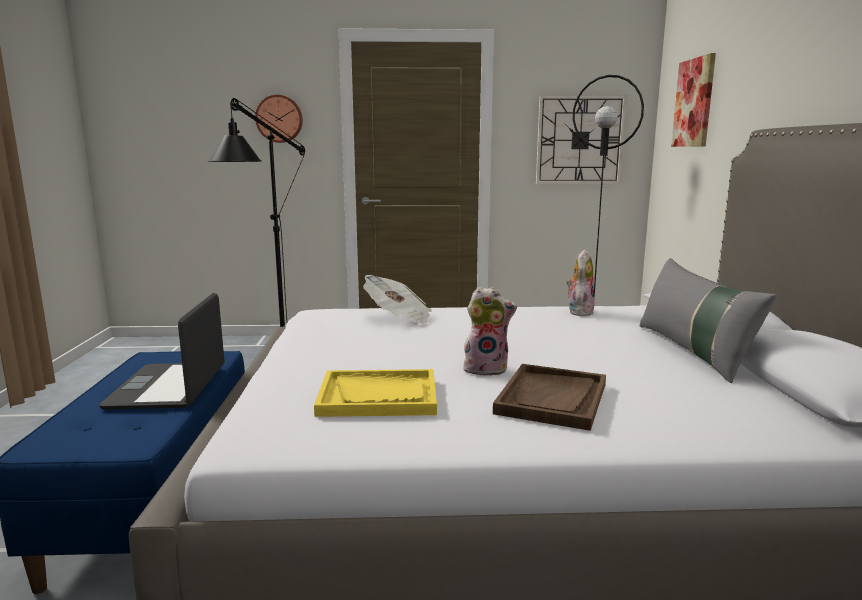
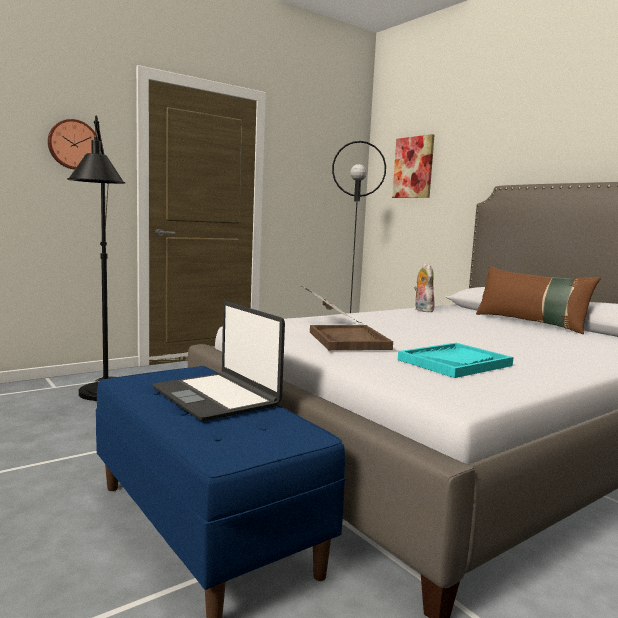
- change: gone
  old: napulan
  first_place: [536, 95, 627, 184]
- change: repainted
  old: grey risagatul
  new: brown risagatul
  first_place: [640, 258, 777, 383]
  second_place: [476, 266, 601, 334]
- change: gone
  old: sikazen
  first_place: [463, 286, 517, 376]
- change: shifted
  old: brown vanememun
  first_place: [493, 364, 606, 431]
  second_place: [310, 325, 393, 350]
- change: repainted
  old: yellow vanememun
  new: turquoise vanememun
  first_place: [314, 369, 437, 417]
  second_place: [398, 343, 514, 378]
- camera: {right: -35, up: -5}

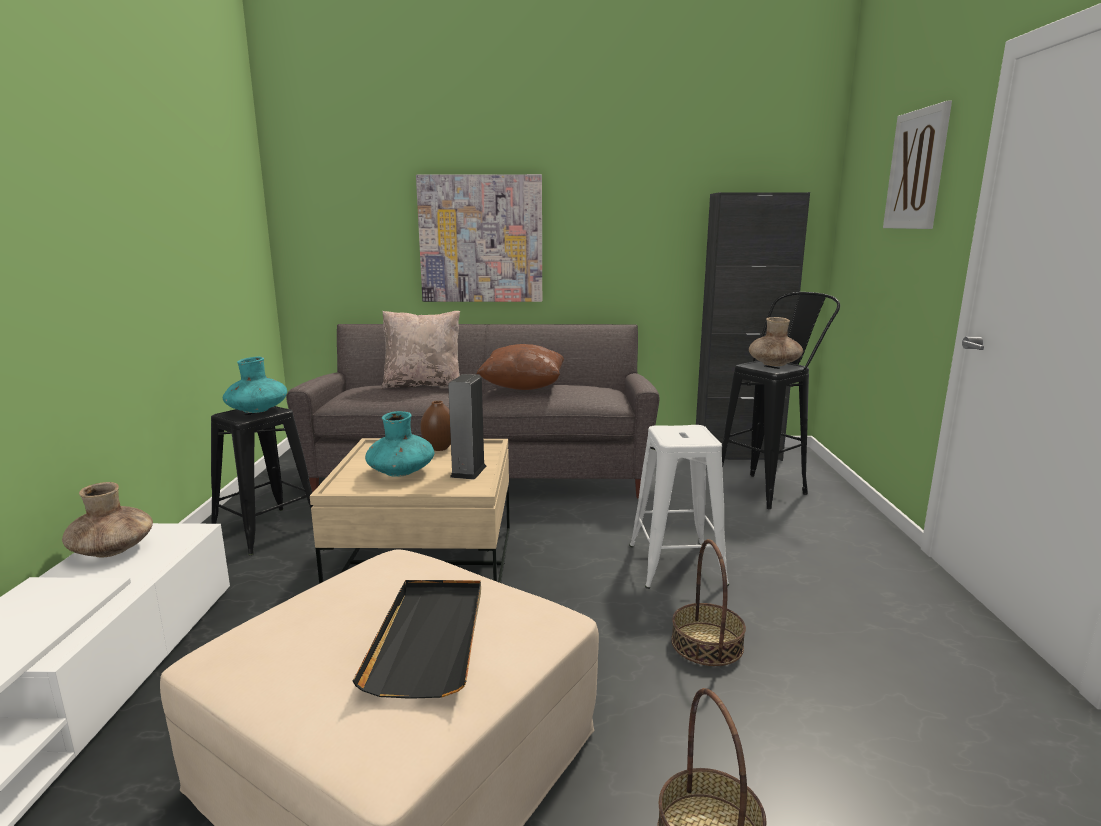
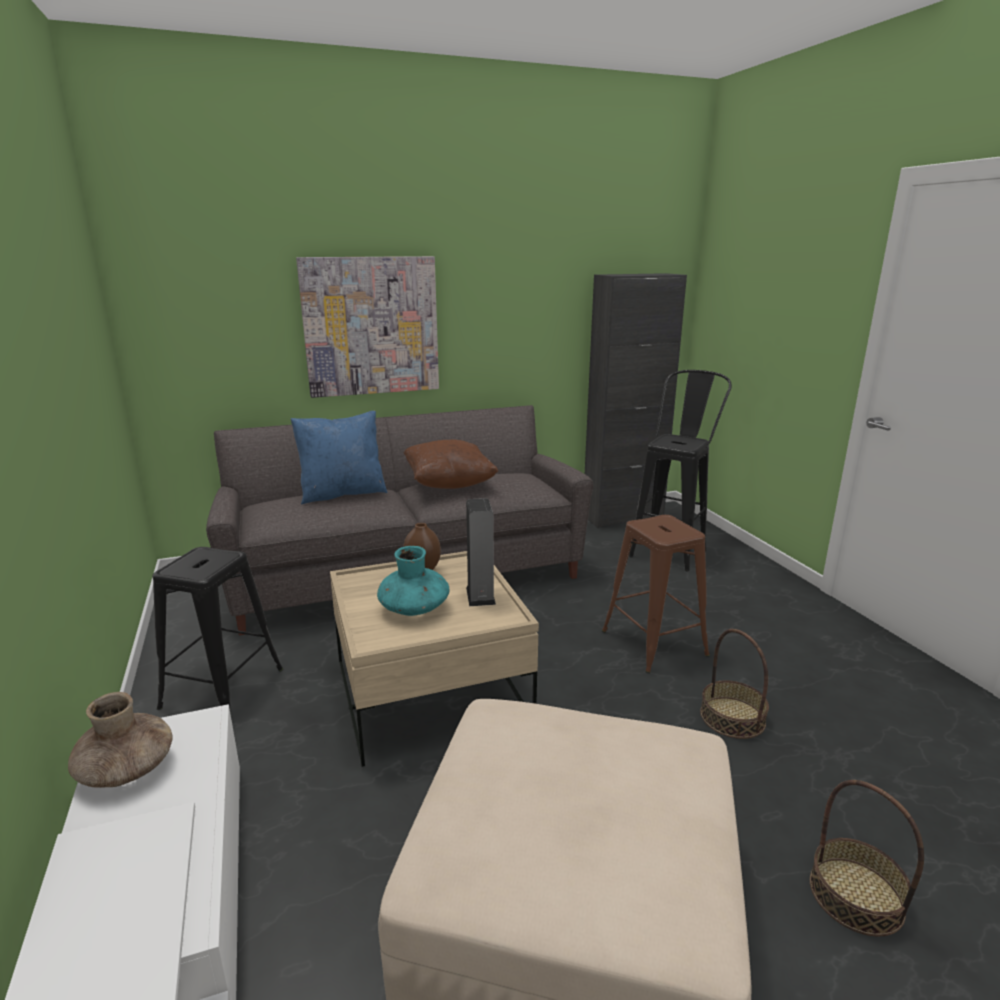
- change: gone
  old: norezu
  first_place: [883, 100, 952, 229]
- change: repainted
  old: beige risagatul
  new: blue risagatul
  first_place: [381, 311, 460, 389]
  second_place: [291, 411, 388, 504]
- change: gone
  old: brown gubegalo
  first_place: [749, 317, 803, 366]
- change: gone
  old: turquoise gubegalo
  first_place: [223, 357, 287, 413]
- change: repainted
  old: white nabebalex
  new: brown nabebalex
  first_place: [629, 425, 729, 589]
  second_place: [602, 515, 710, 674]
- change: gone
  old: black vanememun
  first_place: [353, 580, 481, 699]
- camera: {right: -20, up: 5}

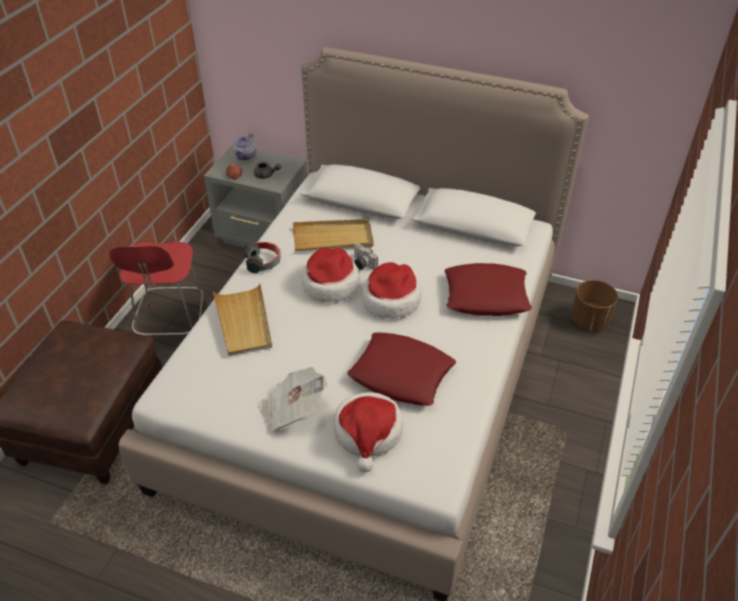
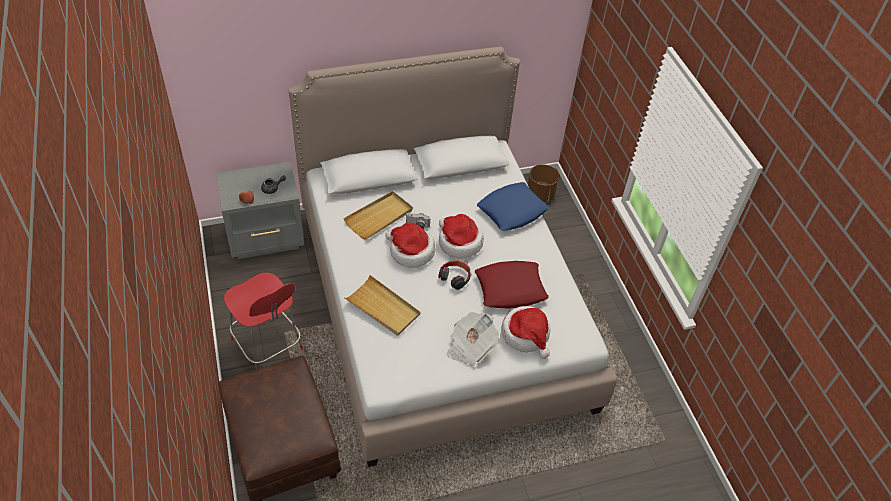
- change: gone
  old: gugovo
  first_place: [233, 133, 256, 160]
- change: shifted
  old: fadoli
  first_place: [243, 242, 281, 273]
  second_place: [438, 260, 471, 290]
- change: repainted
  old: red risagatul
  new: blue risagatul
  first_place: [444, 263, 532, 316]
  second_place: [477, 182, 549, 231]
- camera: {right: -40, up: 5}

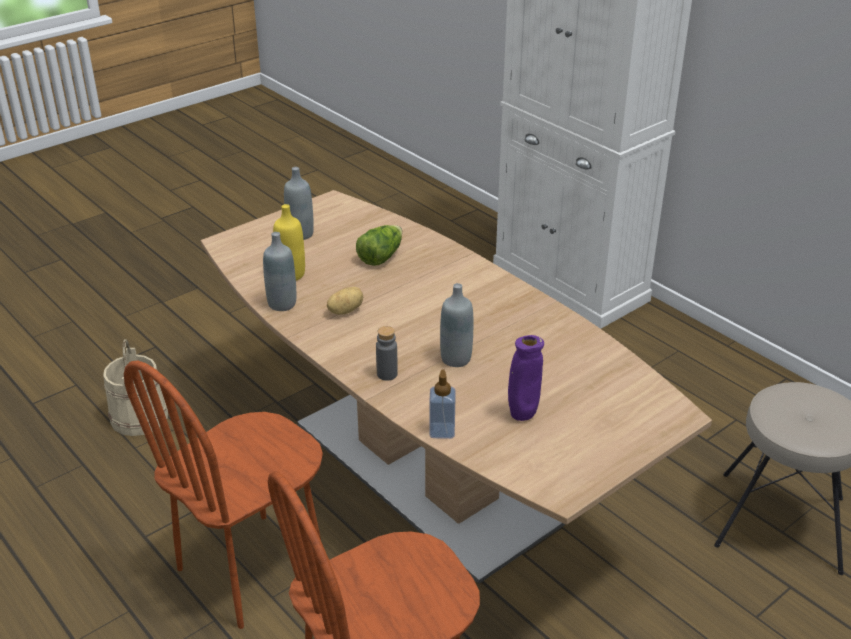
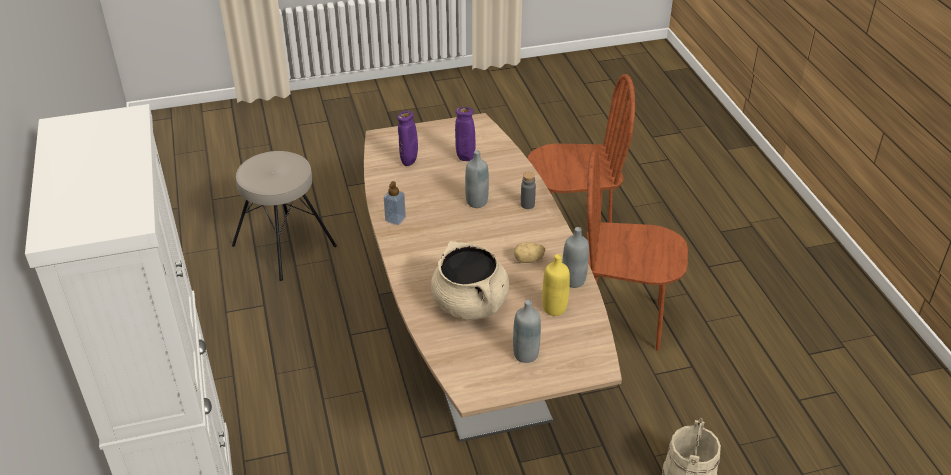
- change: swapped
  old: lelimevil
  new: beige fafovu
  first_place: [356, 225, 402, 266]
  second_place: [431, 241, 509, 320]
- change: rotated
  old: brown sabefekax
  first_place: [124, 361, 323, 629]
  second_place: [587, 149, 688, 351]
  degrees: -150
- change: shifted
  old: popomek
  first_place: [429, 369, 456, 439]
  second_place: [384, 181, 406, 225]
- change: new
  new: purple gubegalo
  second_place: [397, 111, 418, 166]
- camera: {right: -155, up: 5}

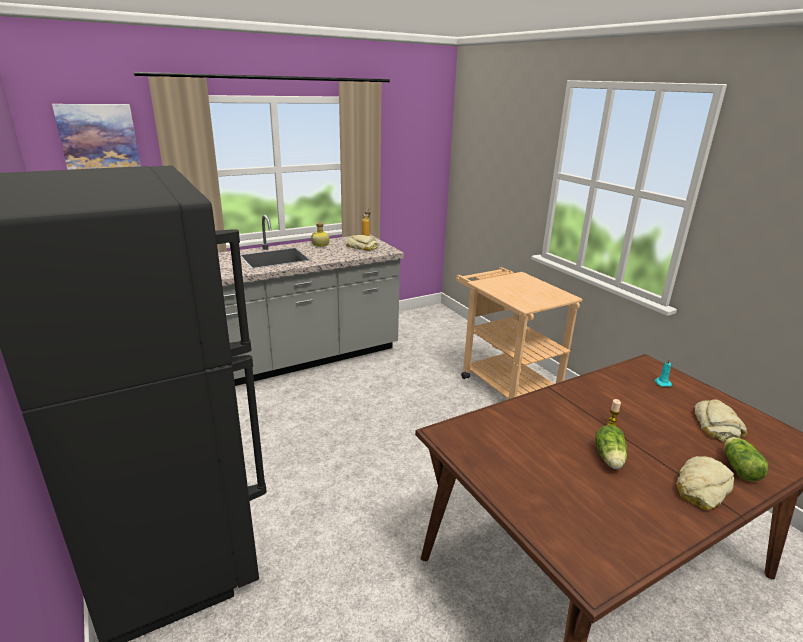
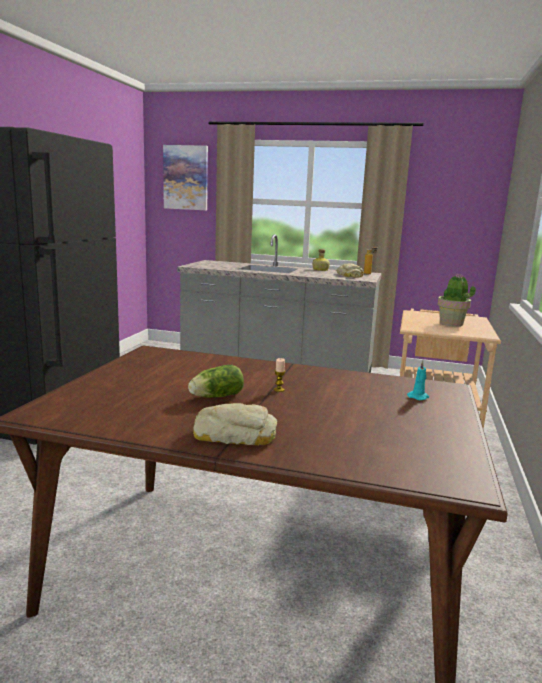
- change: gone
  old: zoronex
  first_place: [695, 399, 747, 442]
- change: gone
  old: lelimevil
  first_place: [724, 437, 769, 482]
- change: new
  new: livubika
  second_place: [438, 273, 476, 326]
- camera: {right: 45, up: -10}

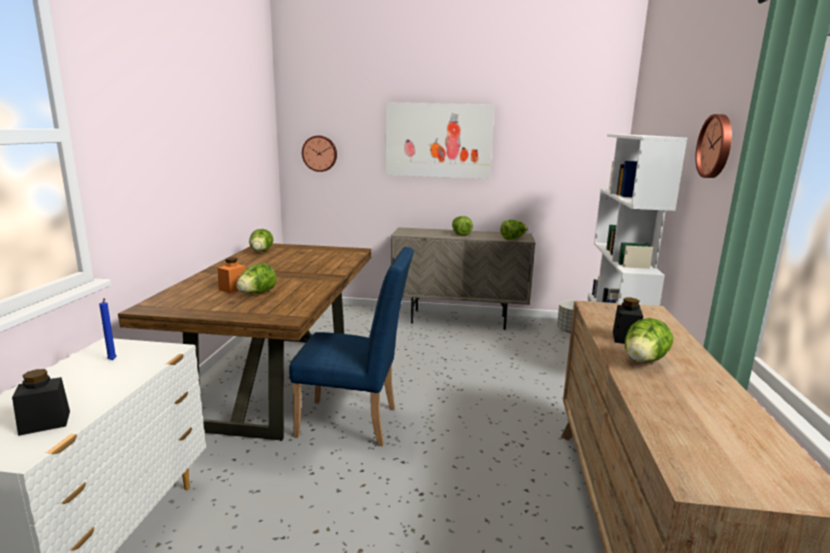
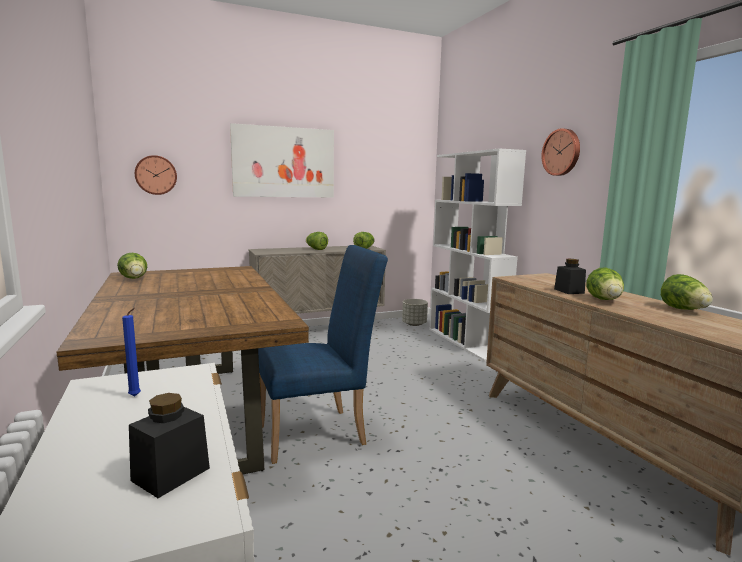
- change: gone
  old: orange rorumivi
  first_place: [218, 257, 246, 293]
- change: shifted
  old: lelimevil
  first_place: [236, 263, 277, 294]
  second_place: [661, 274, 713, 310]
- camera: {right: -30, up: -5}

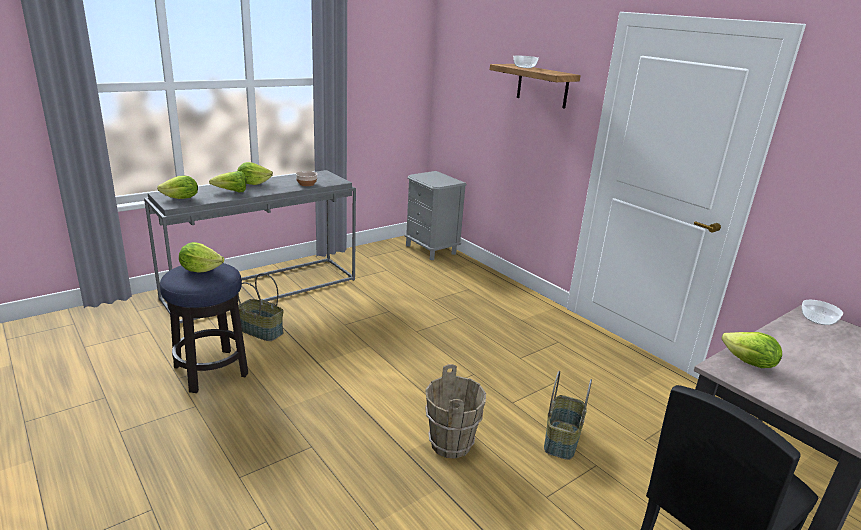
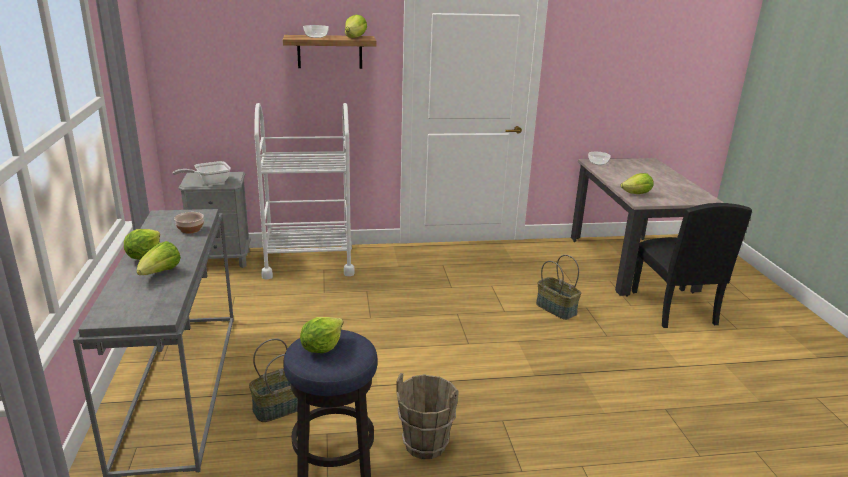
- change: shifted
  old: lelimevil
  first_place: [157, 175, 198, 199]
  second_place: [345, 15, 367, 38]
- change: shifted
  old: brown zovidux
  first_place: [425, 364, 486, 459]
  second_place: [396, 373, 459, 459]
- change: new
  new: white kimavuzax
  second_place: [254, 103, 355, 279]
- change: new
  new: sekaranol
  second_place: [172, 161, 231, 185]
- camera: {right: -60, up: 0}

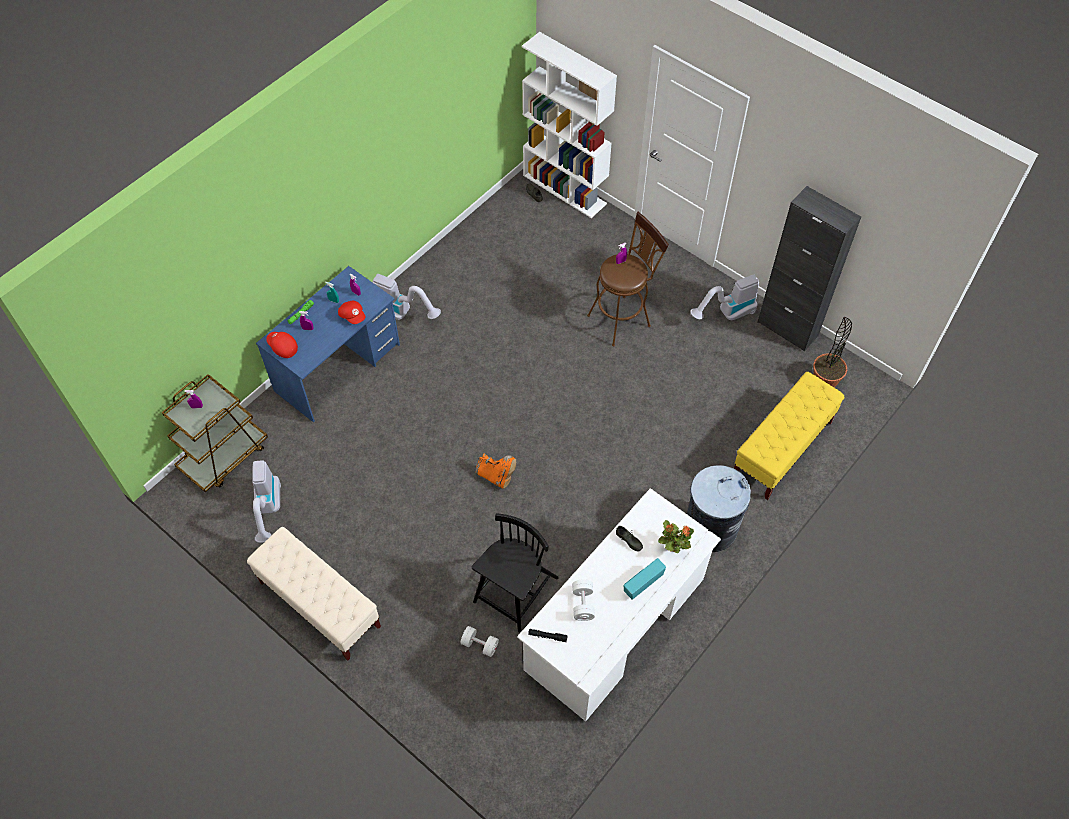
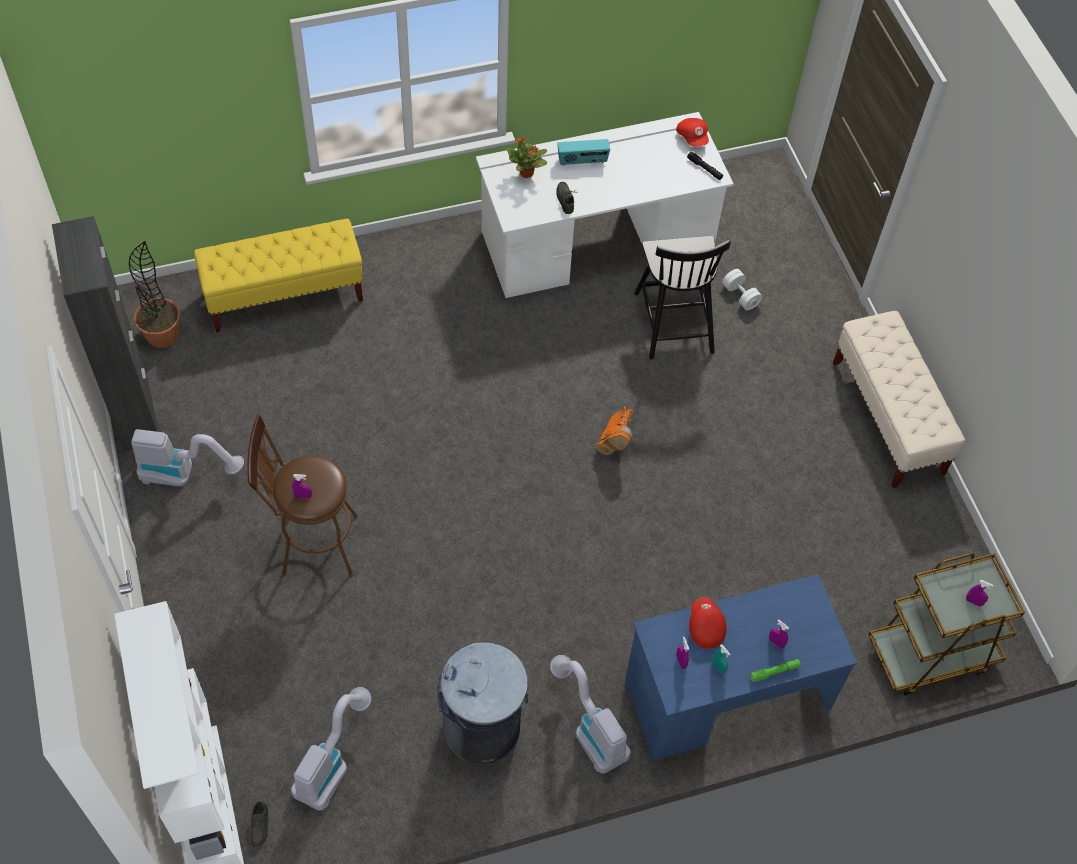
- change: shifted
  old: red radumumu
  first_place: [266, 332, 298, 358]
  second_place: [676, 118, 709, 146]
- change: rotated
  old: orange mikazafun
  first_place: [476, 453, 516, 489]
  second_place: [596, 406, 634, 455]
  degrees: -135
- change: shifted
  old: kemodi
  first_place: [252, 460, 281, 543]
  second_place: [291, 687, 371, 811]
- change: shifted
  old: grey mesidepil
  first_place: [687, 465, 751, 552]
  second_place: [437, 643, 528, 764]
- change: rotated
  old: black sabefekax
  first_place: [472, 513, 559, 633]
  second_place: [634, 236, 731, 360]
  degrees: -75
- change: gone
  old: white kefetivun
  first_place: [572, 579, 595, 621]
- camera: {right: -150, up: 0}

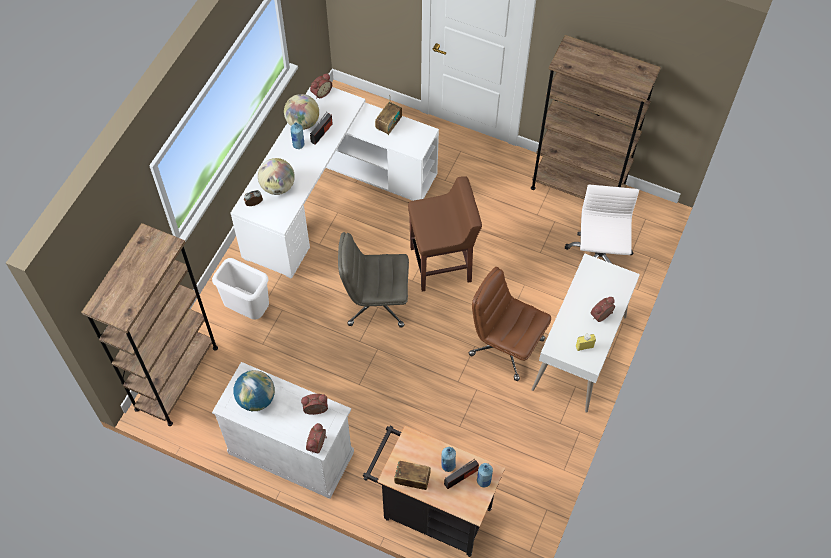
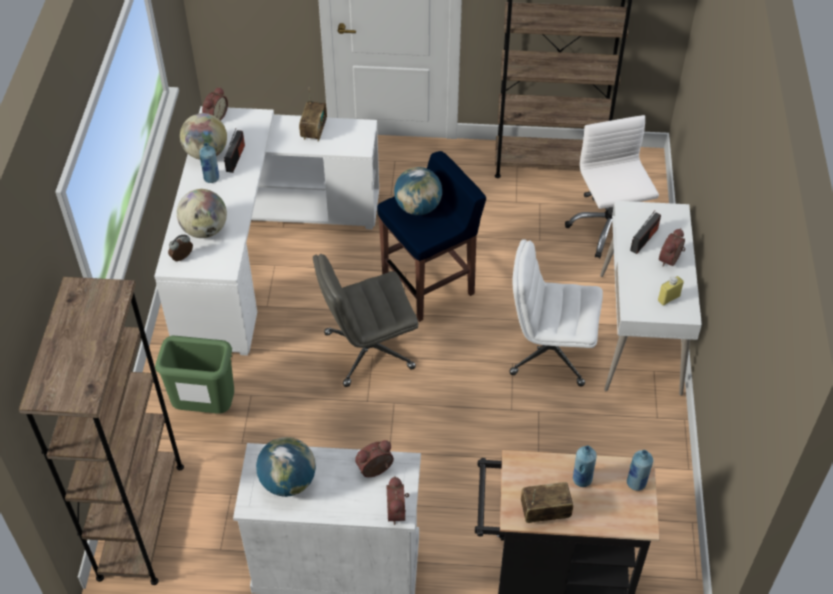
- change: repainted
  old: brown nabebalex
  new: blue nabebalex
  first_place: [408, 176, 482, 292]
  second_place: [377, 151, 486, 322]
- change: repainted
  old: white mesidepil
  new: green mesidepil
  first_place: [212, 258, 269, 320]
  second_place: [155, 336, 234, 414]
- change: repainted
  old: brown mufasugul
  new: white mufasugul
  first_place: [469, 267, 551, 381]
  second_place: [509, 239, 603, 386]
- change: shifted
  old: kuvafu
  first_place: [444, 459, 479, 489]
  second_place: [630, 210, 661, 254]
- change: new
  new: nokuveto
  second_place: [394, 167, 442, 215]
- camera: {right: -20, up: -10}

